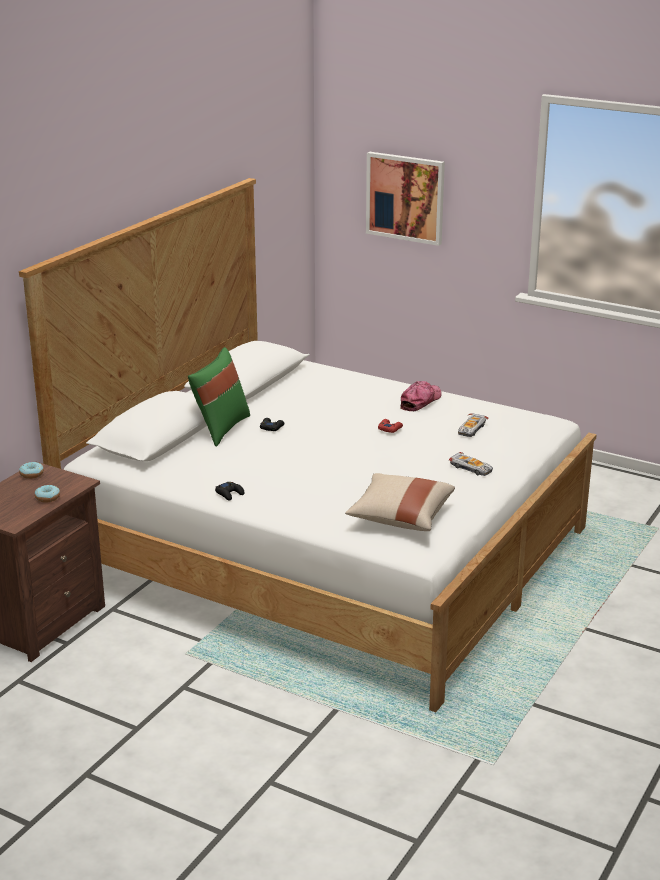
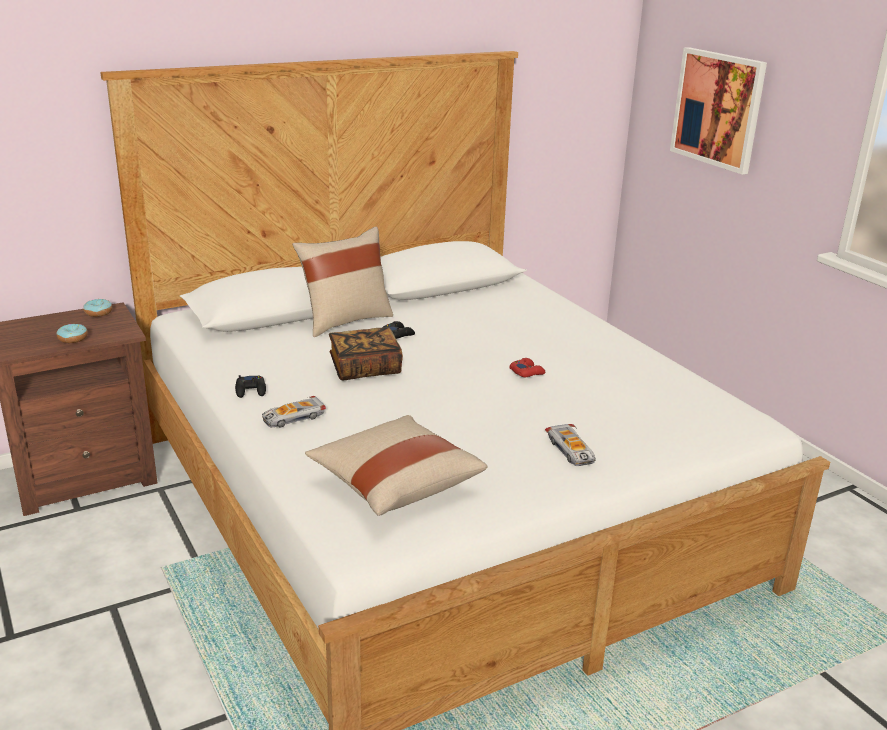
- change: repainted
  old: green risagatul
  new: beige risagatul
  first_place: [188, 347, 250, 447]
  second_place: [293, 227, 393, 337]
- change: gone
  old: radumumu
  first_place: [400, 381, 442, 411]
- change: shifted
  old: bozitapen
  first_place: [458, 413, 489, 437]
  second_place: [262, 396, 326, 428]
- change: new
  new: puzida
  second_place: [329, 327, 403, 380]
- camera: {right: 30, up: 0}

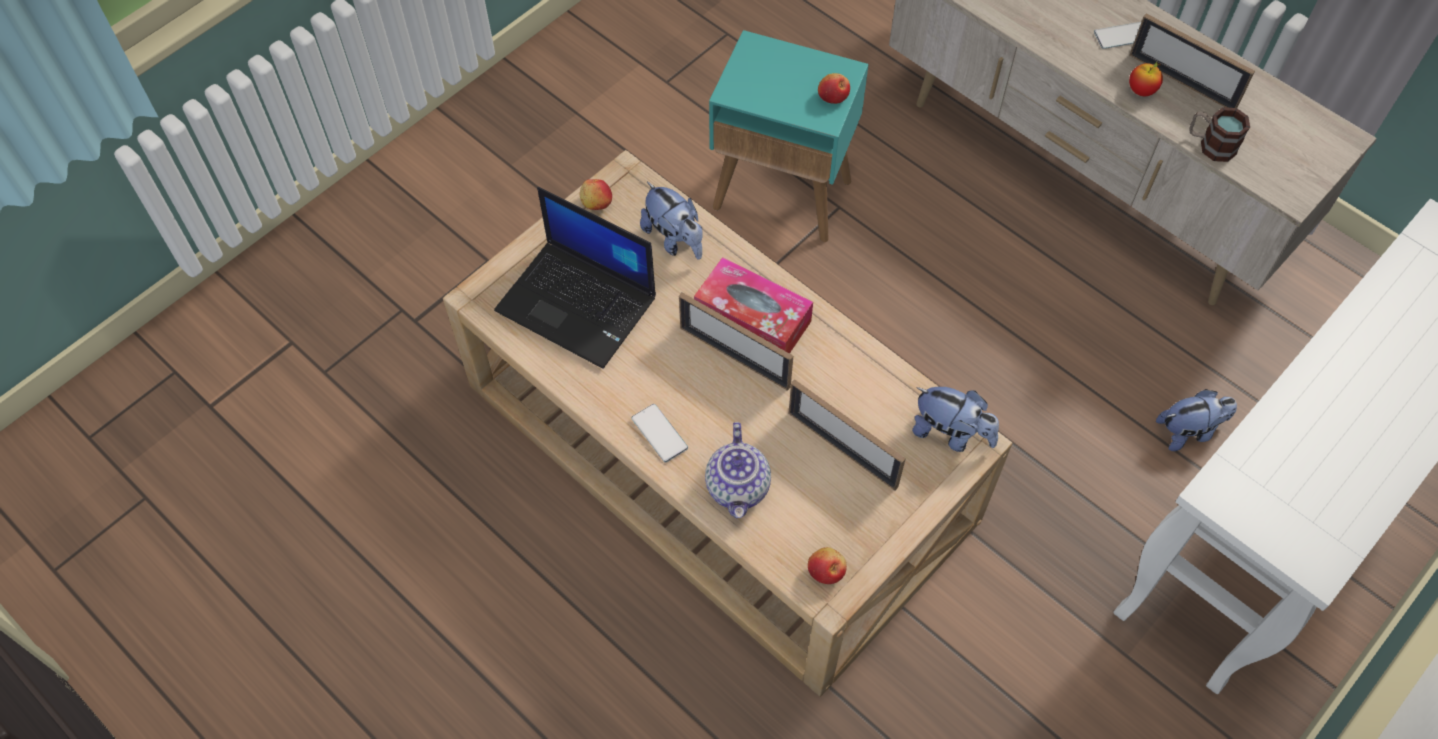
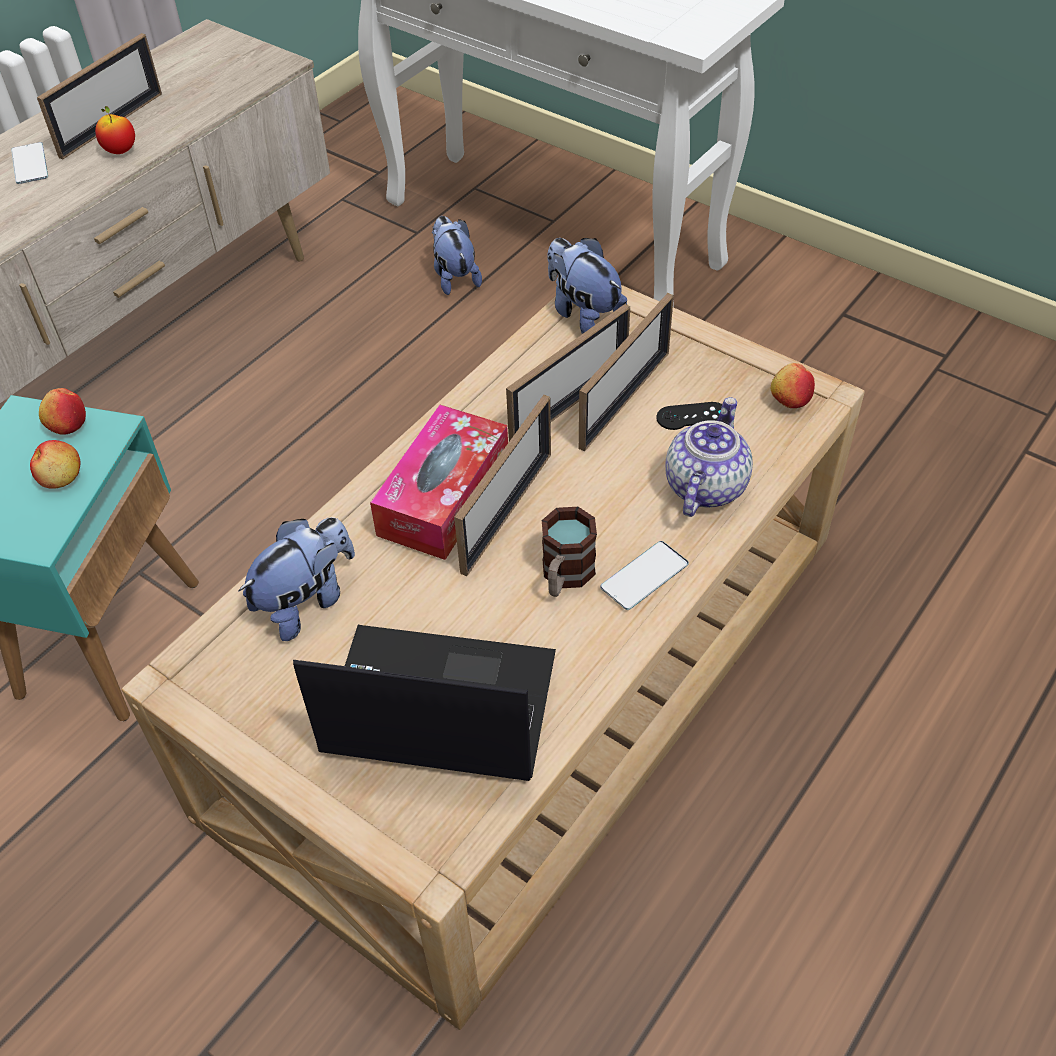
- change: shifted
  old: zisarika
  first_place: [1189, 107, 1250, 162]
  second_place: [542, 507, 597, 597]
- change: shifted
  old: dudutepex
  first_place: [580, 179, 612, 210]
  second_place: [30, 440, 81, 489]
- change: rotated
  old: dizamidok
  first_place: [494, 187, 656, 369]
  second_place: [293, 625, 556, 781]
  degrees: -105
- change: rotated
  old: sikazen
  first_place: [912, 387, 999, 452]
  second_place: [547, 238, 627, 334]
  degrees: -60
- change: rotated
  old: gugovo
  first_place: [705, 422, 771, 519]
  second_place: [666, 397, 753, 517]
  degrees: -60
- change: new
  new: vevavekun
  second_place: [506, 304, 630, 441]
- change: new
  new: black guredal
  second_place: [656, 402, 722, 430]
- camera: {right: -95, up: -10}

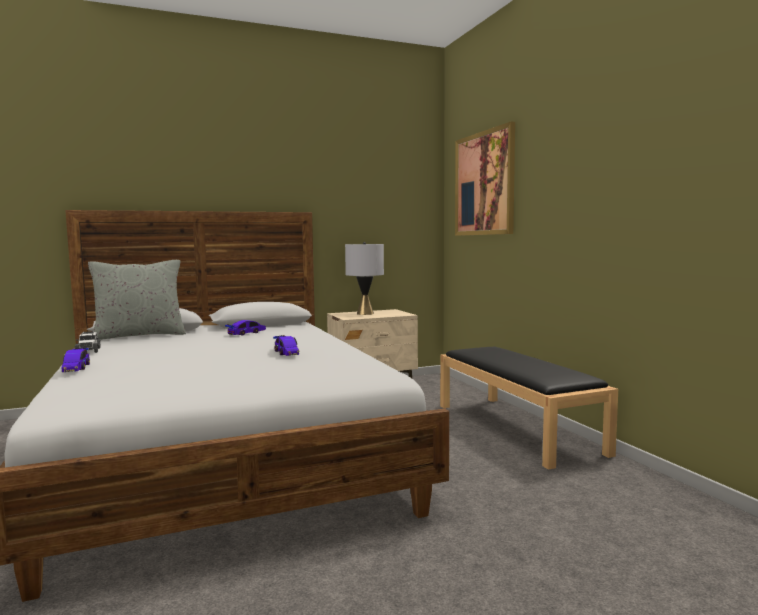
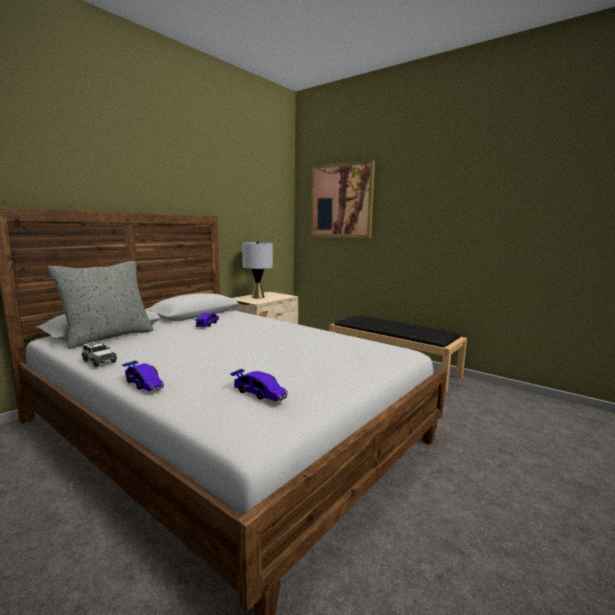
- change: shifted
  old: bozitapen
  first_place: [273, 335, 300, 356]
  second_place: [231, 369, 288, 401]
- camera: {right: -30, up: 5}

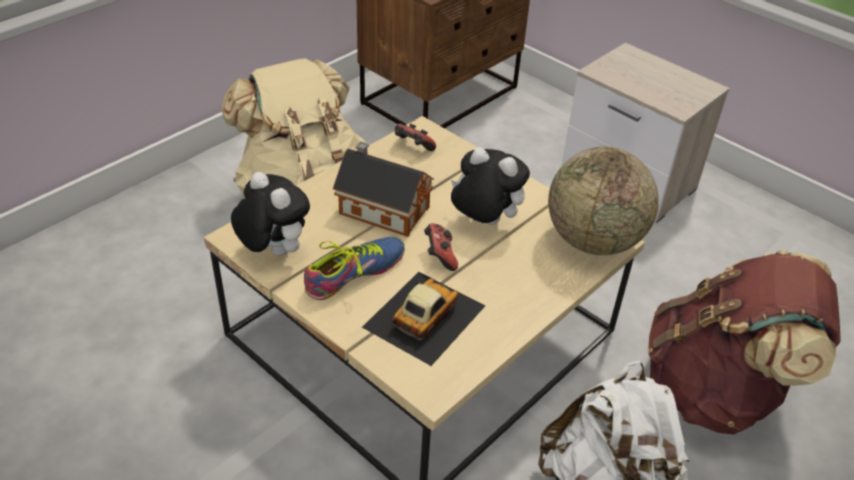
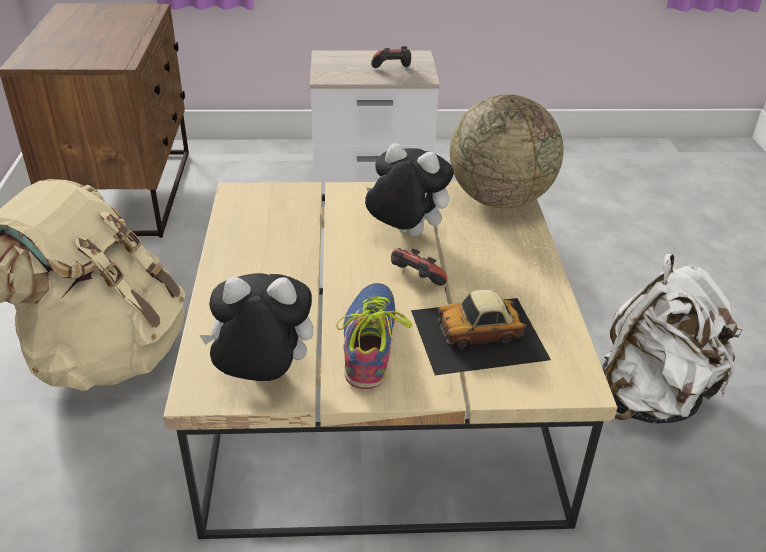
- change: shifted
  old: guredal
  first_place: [395, 123, 436, 151]
  second_place: [371, 46, 411, 68]
- change: gone
  old: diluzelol
  first_place: [333, 141, 434, 237]
- change: rotated
  old: sikazen
  first_place: [451, 147, 530, 225]
  second_place: [365, 143, 454, 236]
  degrees: 45
- change: gone
  old: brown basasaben
  first_place: [648, 250, 841, 435]
- change: rotated
  old: bozitapen
  first_place: [362, 272, 485, 366]
  second_place: [411, 290, 551, 375]
  degrees: -90
- camera: {right: -45, up: -5}

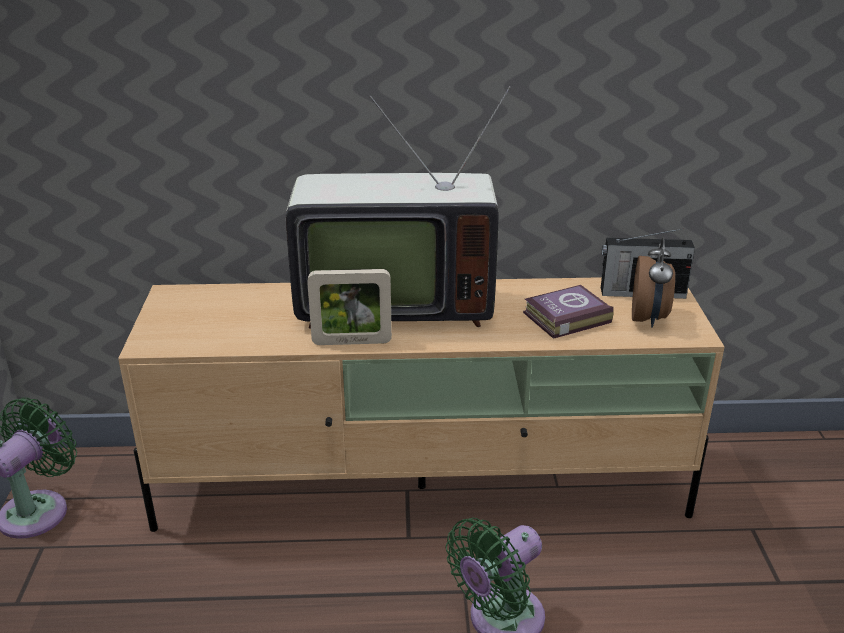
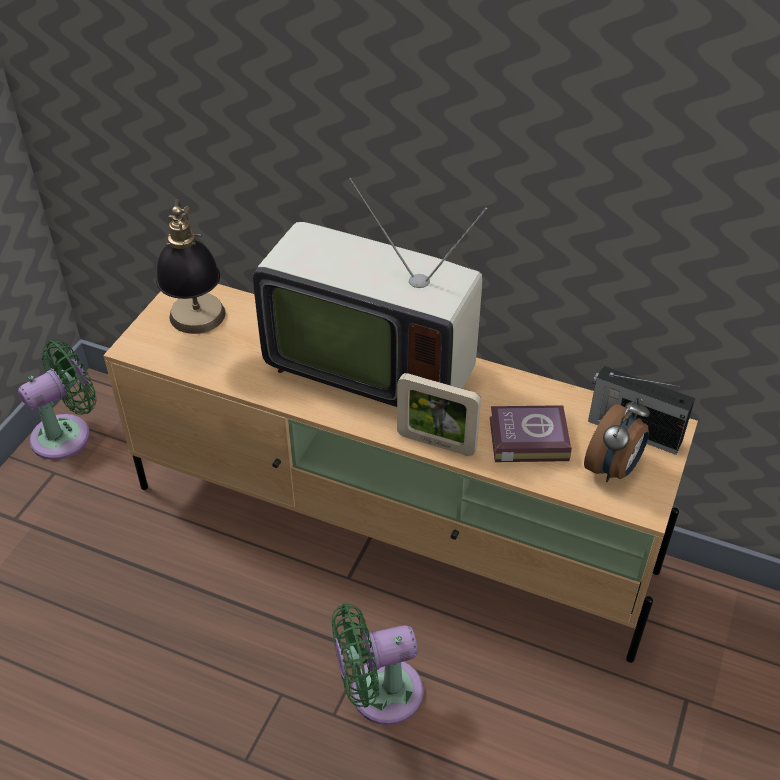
- change: shifted
  old: vevavekun
  first_place: [307, 269, 392, 345]
  second_place: [397, 373, 481, 456]
- change: new
  new: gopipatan
  second_place: [156, 199, 225, 334]
- camera: {right: 25, up: 15}

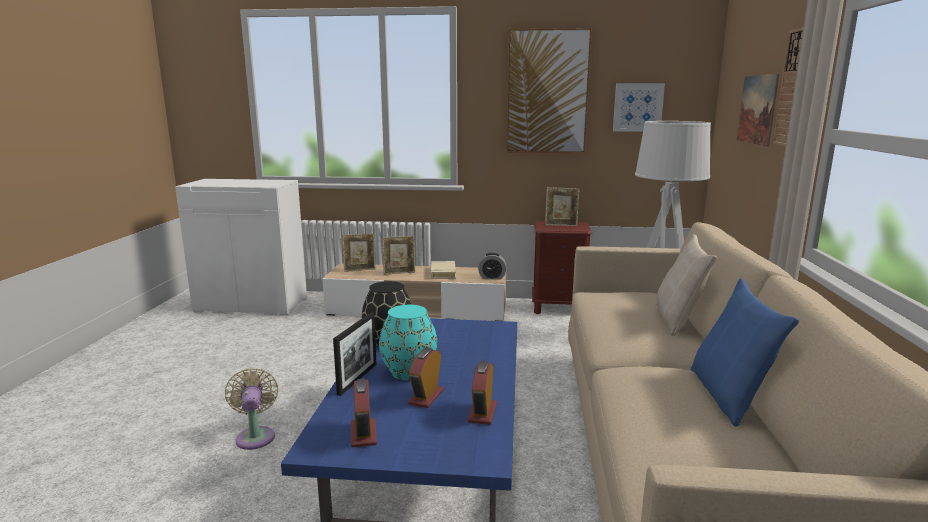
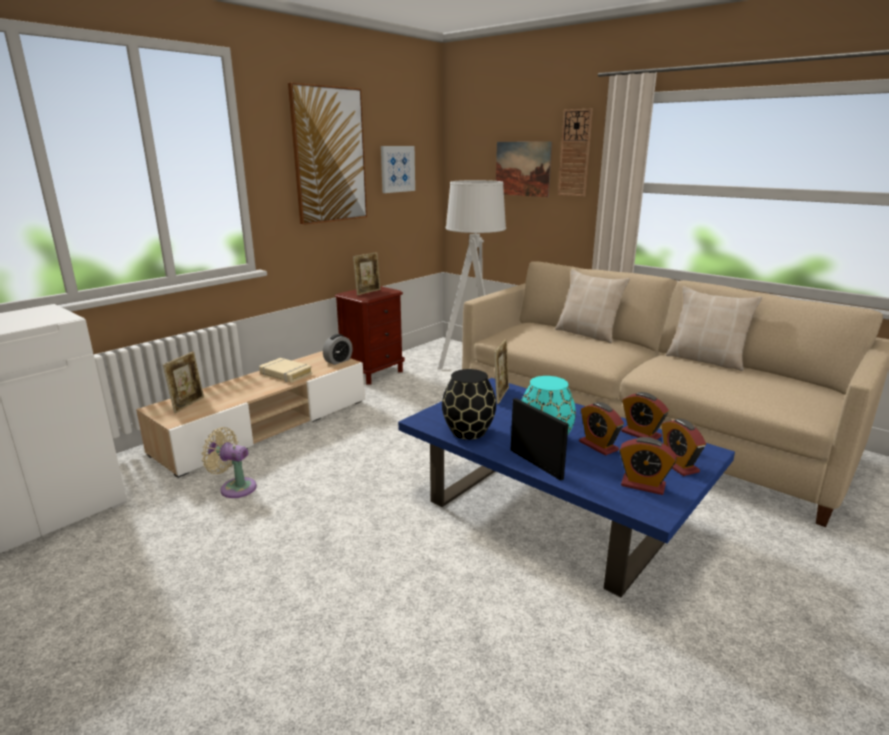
- change: shifted
  old: vevavekun
  first_place: [382, 236, 415, 275]
  second_place: [494, 339, 509, 404]
- change: repainted
  old: blue risagatul
  new: beige risagatul
  first_place: [691, 279, 799, 427]
  second_place: [666, 286, 762, 371]
- change: shifted
  old: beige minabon
  first_place: [225, 368, 278, 450]
  second_place: [201, 427, 257, 498]
- change: new
  new: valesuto
  second_place: [662, 419, 706, 476]
- camera: {right: -55, up: 5}

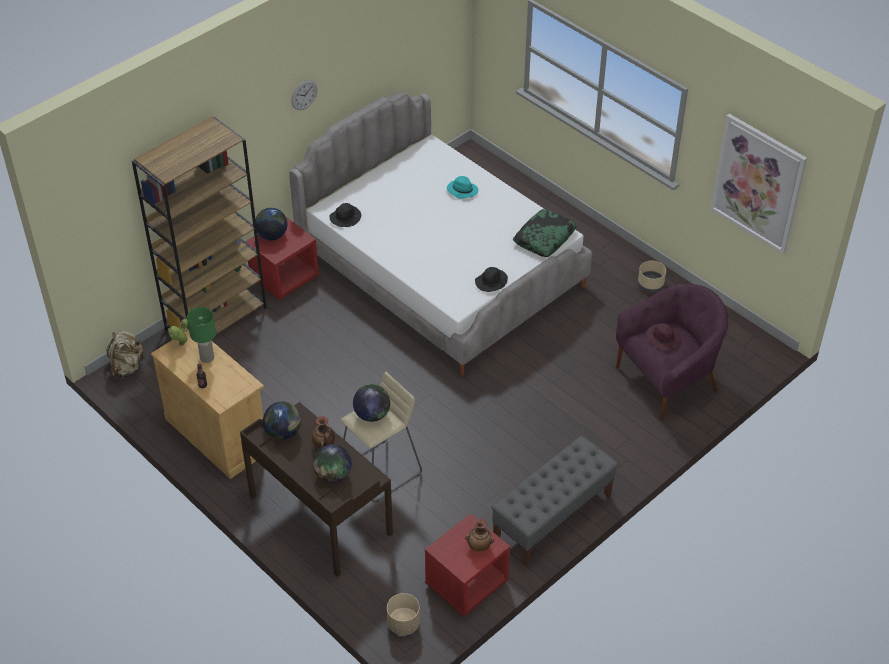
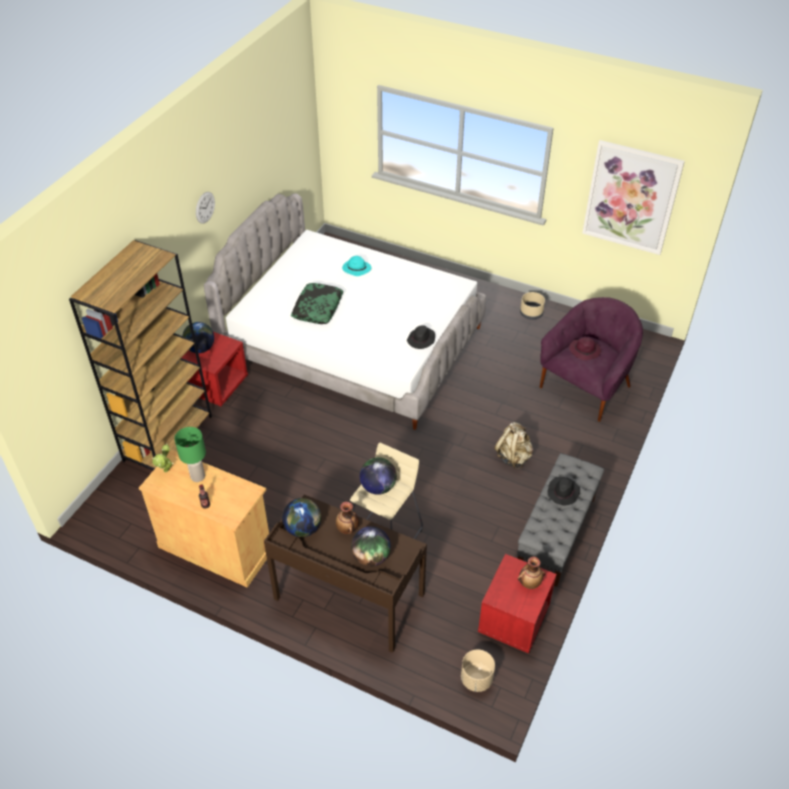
- change: shifted
  old: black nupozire
  first_place: [329, 203, 361, 227]
  second_place: [547, 477, 580, 505]
- change: shifted
  old: risagatul
  first_place: [513, 209, 577, 257]
  second_place: [291, 283, 343, 324]
- change: shifted
  old: beige basasaben
  first_place: [106, 330, 146, 380]
  second_place: [495, 422, 533, 469]
- camera: {right: -20, up: 0}

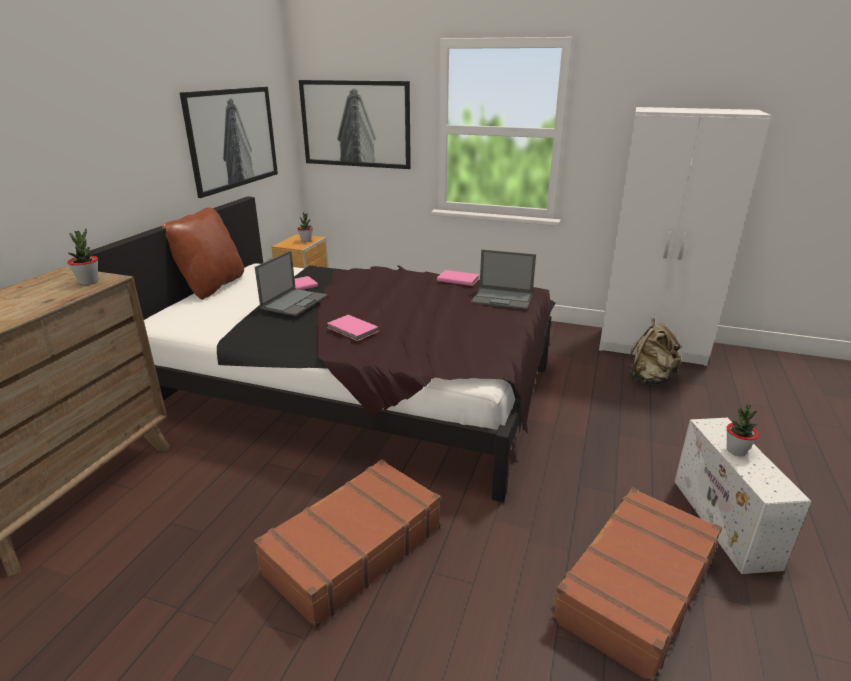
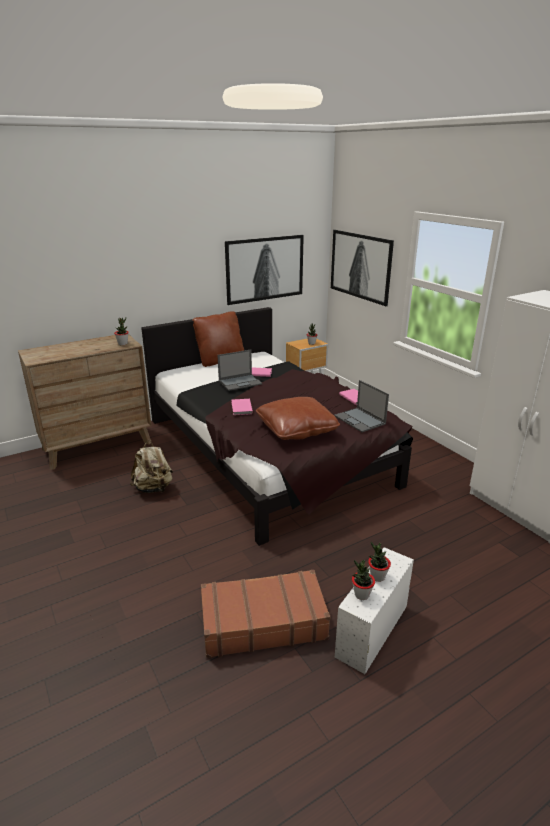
- change: shifted
  old: beige basasaben
  first_place: [629, 318, 682, 385]
  second_place: [130, 440, 173, 493]
- change: gone
  old: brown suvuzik
  first_place: [254, 459, 441, 628]
- change: new
  new: brown risagatul
  second_place: [256, 397, 340, 440]
- change: new
  new: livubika
  second_place: [352, 560, 375, 600]
- camera: {right: 40, up: 0}

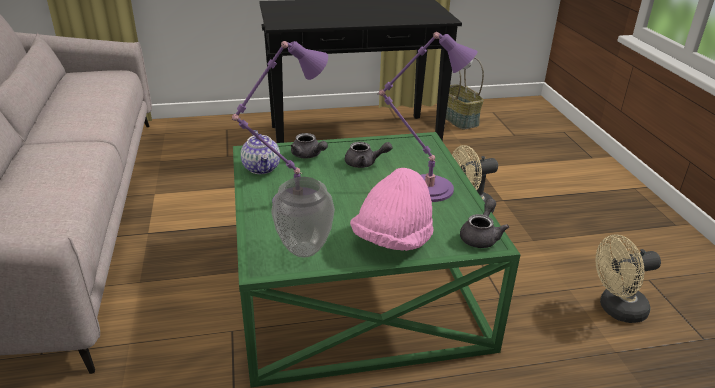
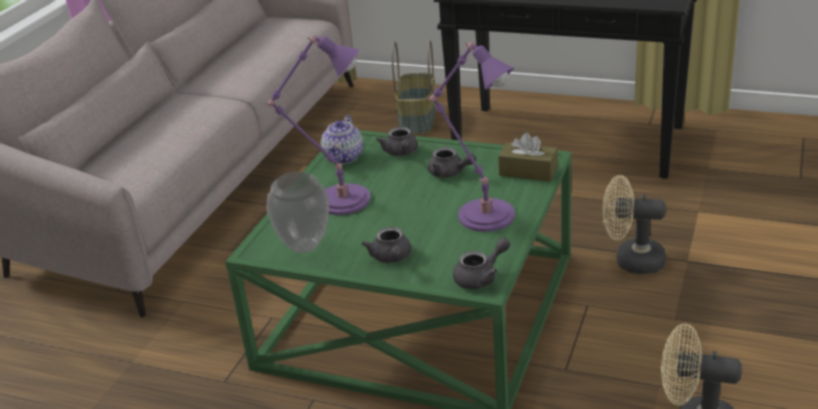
- change: shifted
  old: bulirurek
  first_place: [446, 57, 484, 130]
  second_place: [392, 40, 435, 134]
- change: swapped
  old: pink nupozire
  new: grey gugovo
  first_place: [350, 168, 433, 251]
  second_place: [362, 227, 411, 263]
- change: new
  new: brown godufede
  second_place: [498, 133, 558, 182]
- camera: {right: 35, up: 0}

